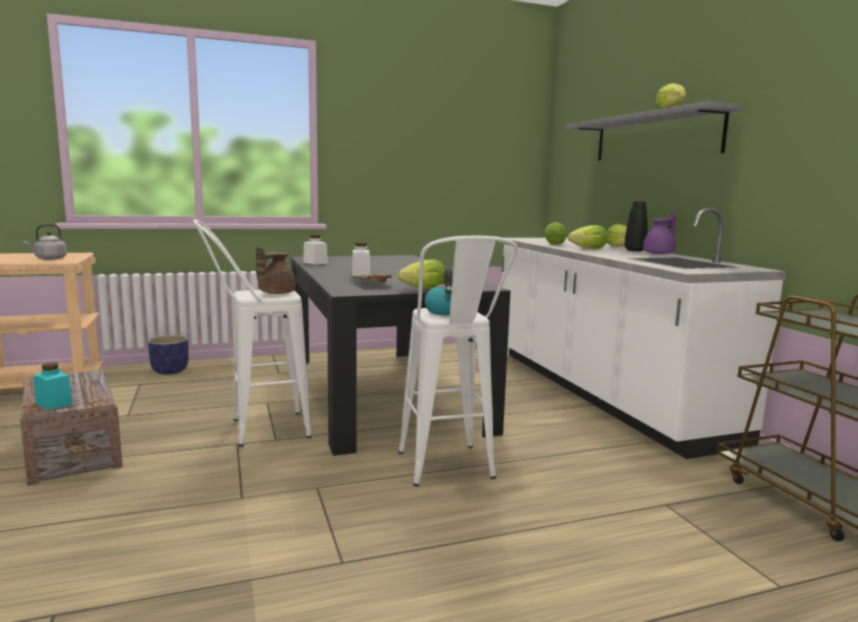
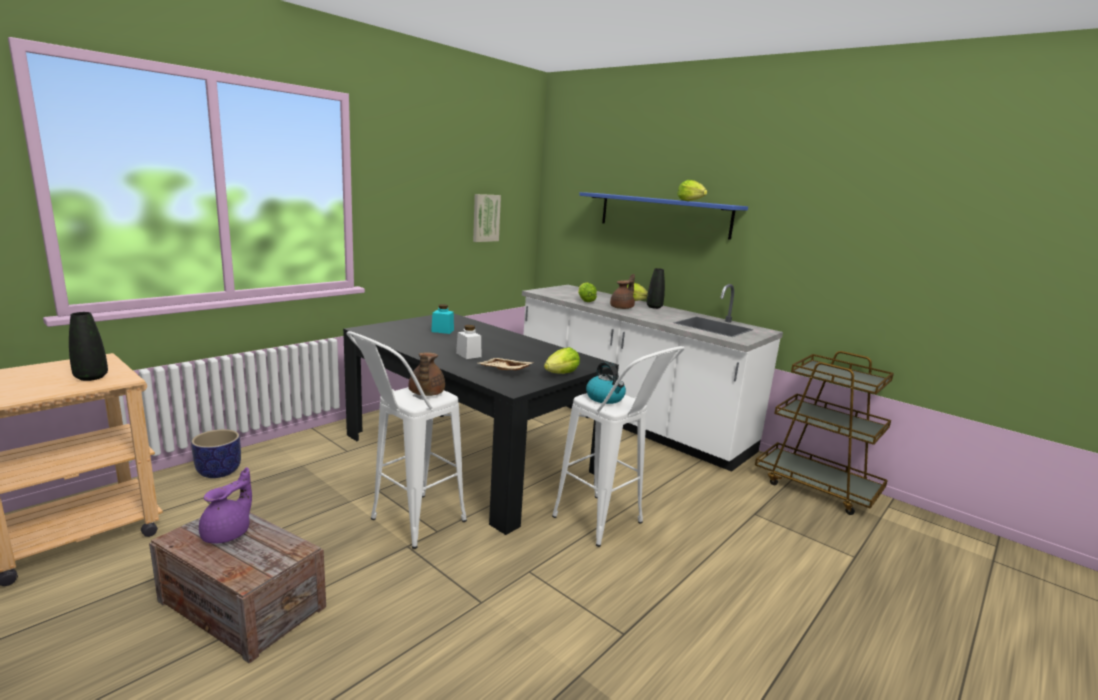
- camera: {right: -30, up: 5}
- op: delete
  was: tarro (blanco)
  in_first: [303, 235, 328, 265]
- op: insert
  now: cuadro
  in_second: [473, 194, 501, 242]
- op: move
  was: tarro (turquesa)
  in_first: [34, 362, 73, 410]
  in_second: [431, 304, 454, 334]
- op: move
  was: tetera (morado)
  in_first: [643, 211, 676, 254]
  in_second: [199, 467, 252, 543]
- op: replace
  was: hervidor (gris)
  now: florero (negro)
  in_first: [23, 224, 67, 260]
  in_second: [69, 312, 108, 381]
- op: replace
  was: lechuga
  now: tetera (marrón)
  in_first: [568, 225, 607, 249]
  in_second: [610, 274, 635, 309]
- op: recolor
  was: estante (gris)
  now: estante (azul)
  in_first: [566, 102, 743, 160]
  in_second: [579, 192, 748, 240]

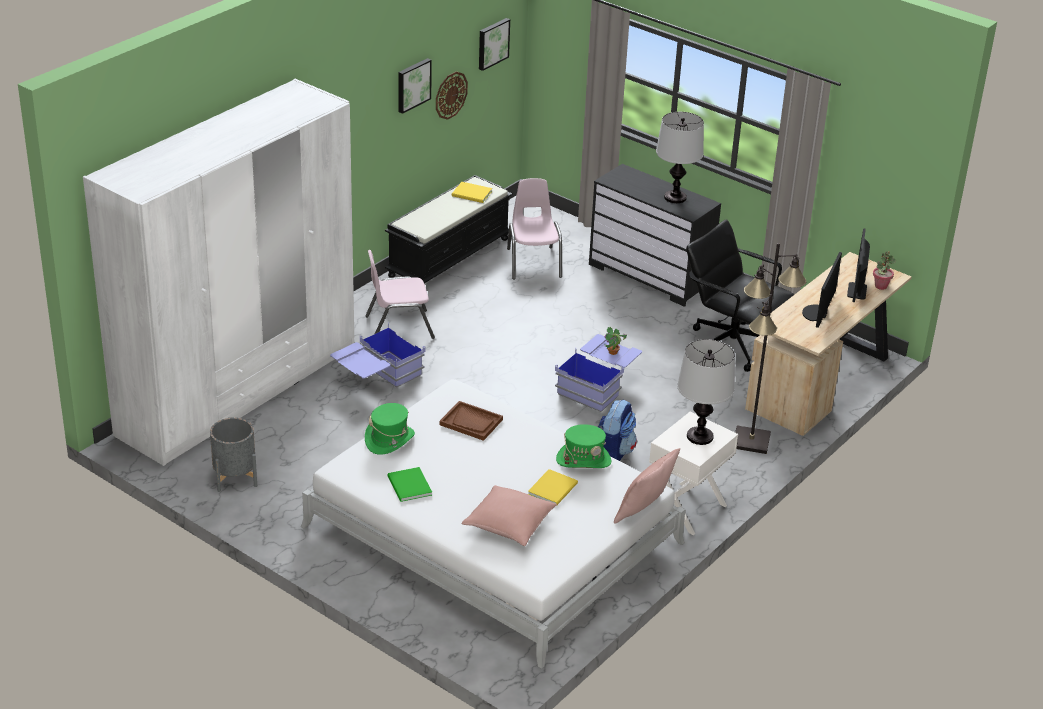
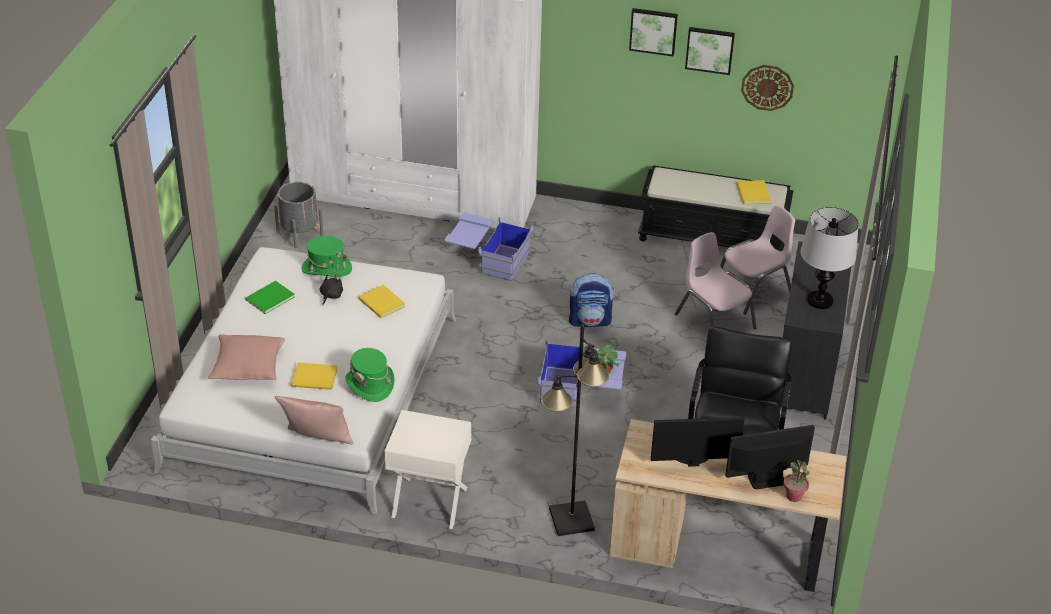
- camera: {right: 65, up: 5}
- op: delete
  was: lámpara de mesa
  in_first: [677, 339, 735, 445]
- op: insert
  now: peluche (negro)
  in_second: [320, 275, 343, 305]
- op: move
  was: silla (rosa)
  in_first: [366, 250, 435, 339]
  in_second: [675, 232, 757, 329]
- op: move
  was: cuadro
  in_first: [479, 18, 510, 71]
  in_second: [629, 8, 678, 56]
- op: move
  was: mochila
  in_first: [598, 400, 637, 461]
  in_second: [569, 273, 614, 327]
- op: replace
  was: bandeja (marrón)
  now: libro (amarillo)
  in_first: [439, 401, 503, 441]
  in_second: [358, 285, 406, 318]

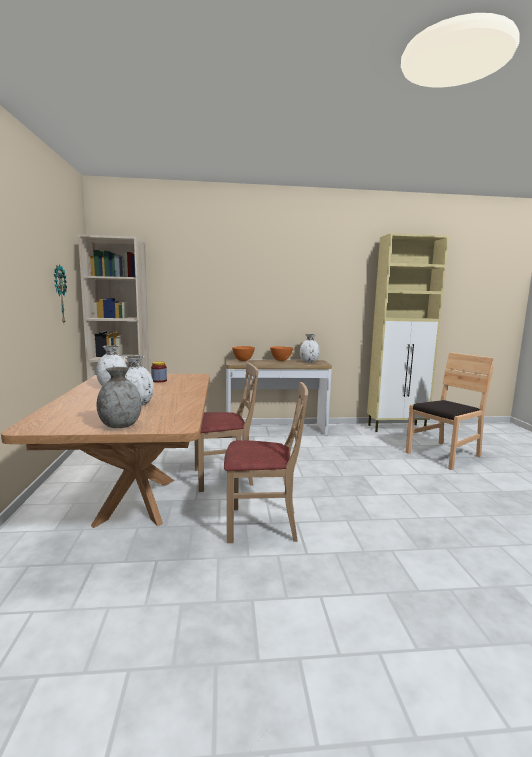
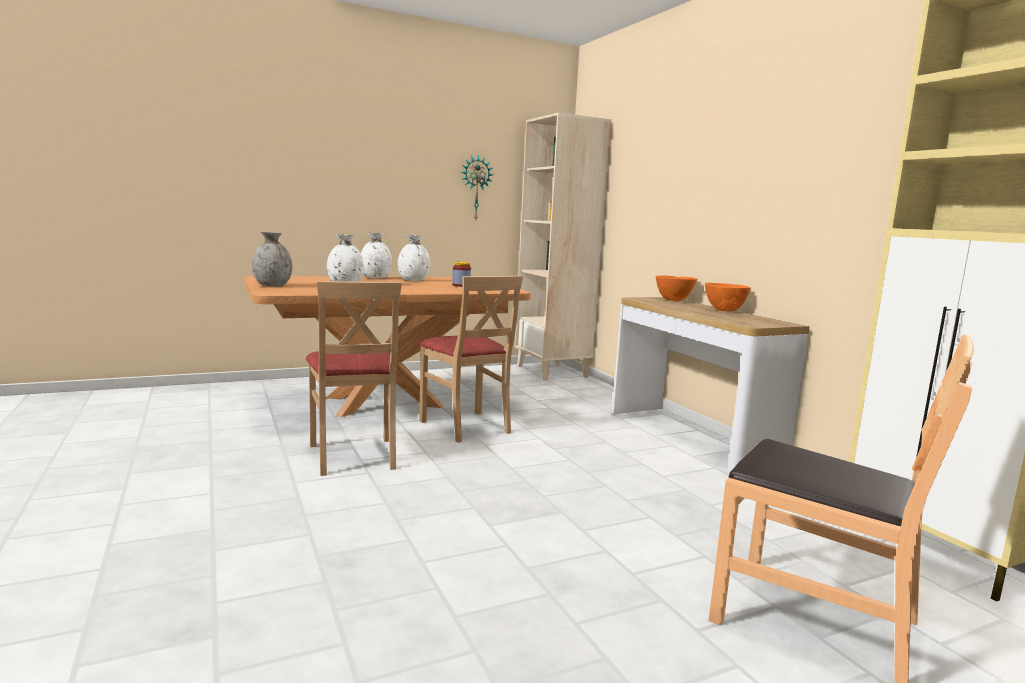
- camera: {right: 70, up: 0}
- op: move
  was: florero (blanco)
  in_first: [300, 334, 320, 363]
  in_second: [361, 233, 392, 279]

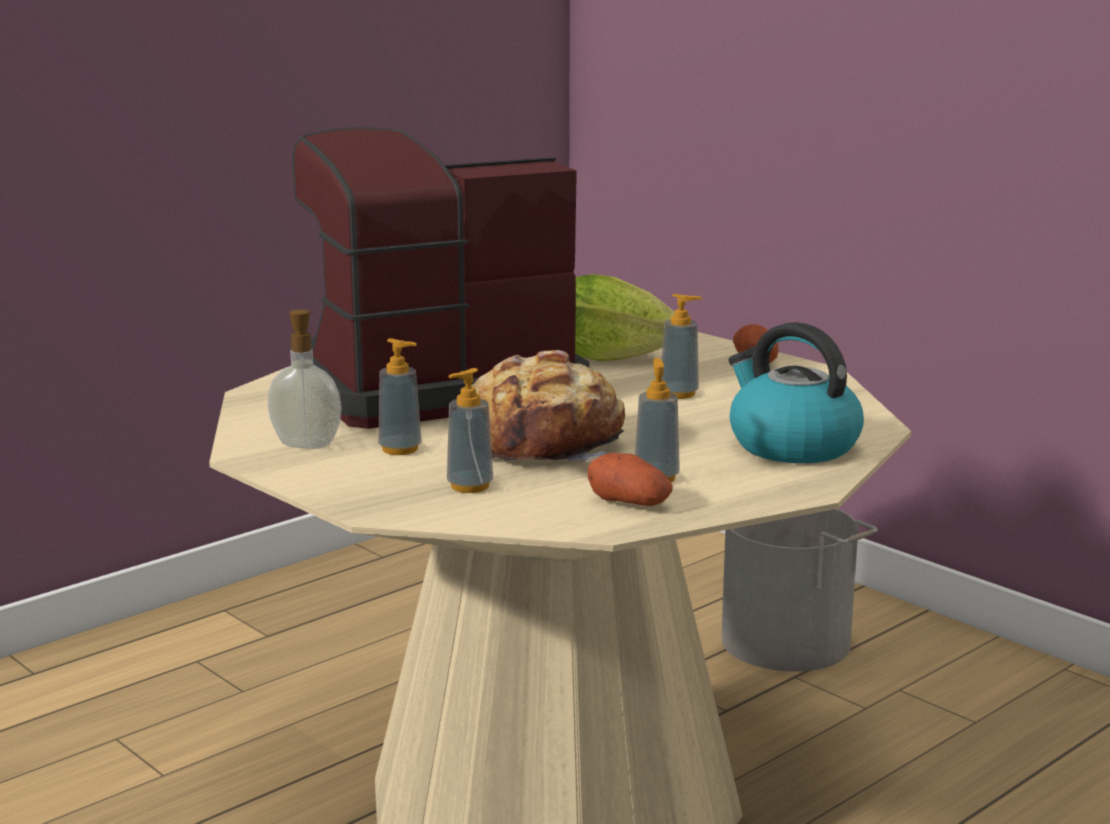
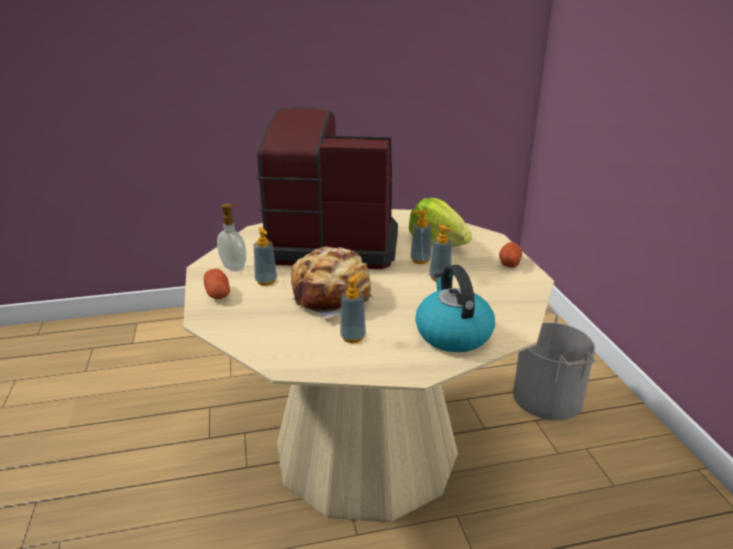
- camera: {right: 30, up: 10}
- op: move
  was: dispensador de jabón
  in_first: [447, 368, 493, 493]
  in_second: [411, 210, 431, 264]
- op: move
  was: patata
  in_first: [588, 453, 673, 506]
  in_second: [204, 269, 230, 299]

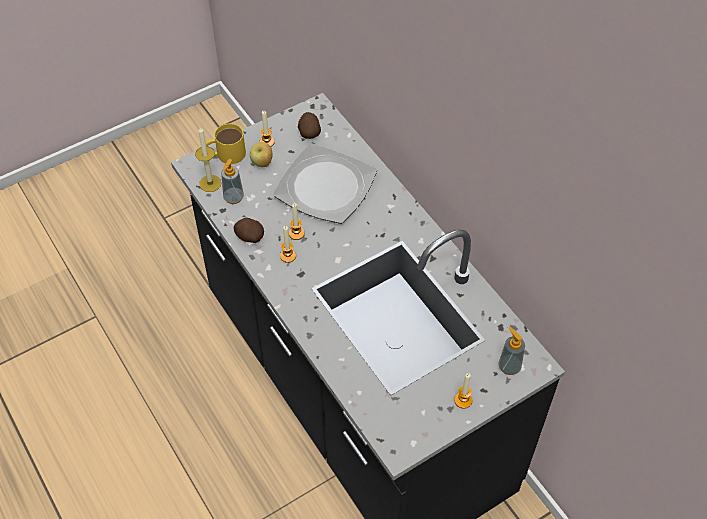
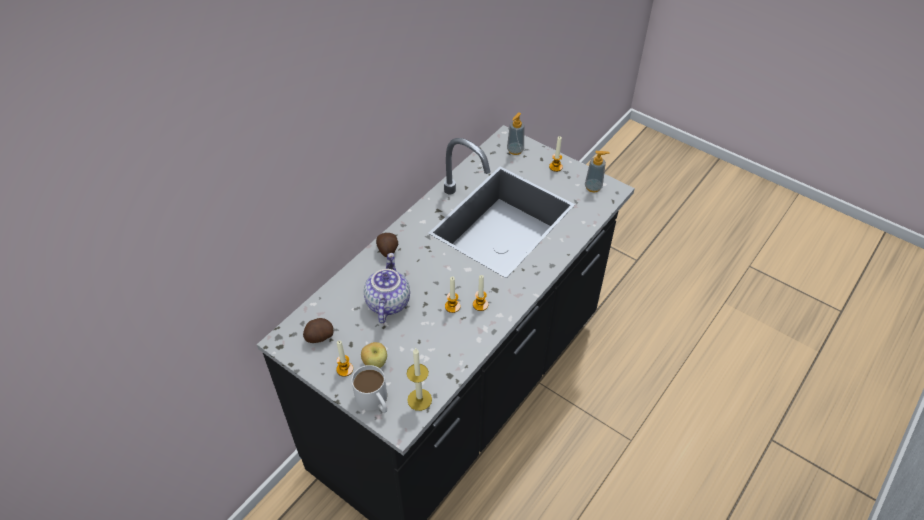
- camera: {right: -110, up: -5}
- op: move
  was: dispensador de jabón
  in_first: [221, 159, 244, 204]
  in_second: [585, 151, 610, 192]
- op: move
  was: patata
  in_first: [234, 218, 264, 243]
  in_second: [376, 233, 398, 257]
- op: replace
  was: plato
  now: tetera
  in_first: [273, 143, 377, 224]
  in_second: [364, 253, 410, 323]
- op: recolor
  was: taza grande (amarillo)
  now: taza grande (blanco)
  in_first: [206, 124, 246, 164]
  in_second: [352, 365, 387, 413]

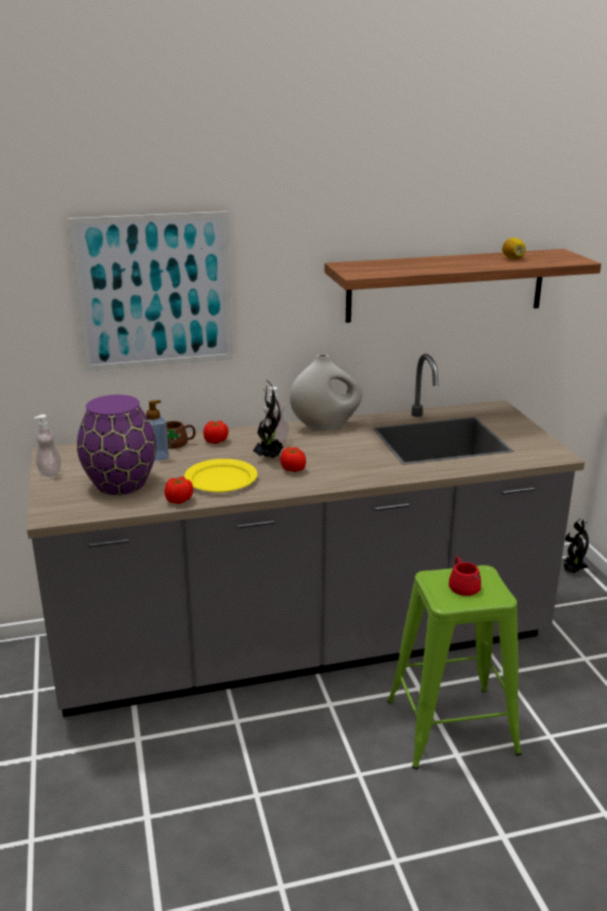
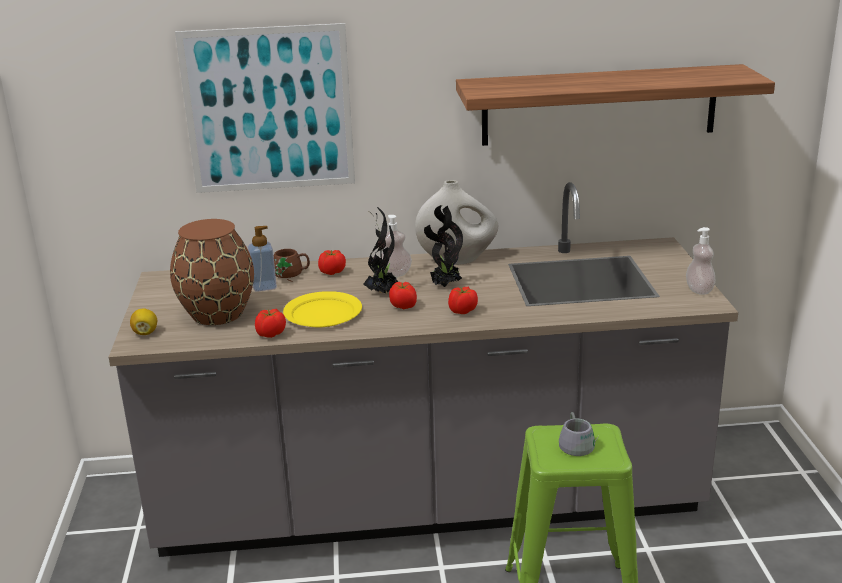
- camera: {right: 10, up: 0}
- op: insert
  now: tomate
  in_second: [448, 287, 478, 314]
- op: move
  was: dispensador de jabón
  in_first: [34, 414, 61, 477]
  in_second: [686, 227, 716, 295]
- op: move
  was: limón
  in_first: [502, 238, 526, 259]
  in_second: [130, 308, 157, 335]
- op: move
  was: planta en maceta
  in_first: [563, 518, 589, 574]
  in_second: [424, 205, 463, 287]
- op: recolor
  was: florero (morado)
  now: florero (marrón)
  in_first: [77, 395, 156, 495]
  in_second: [170, 219, 254, 325]
- op: recolor
  was: taza grande (rojo)
  now: taza grande (gris)
  in_first: [449, 557, 481, 596]
  in_second: [559, 412, 599, 456]

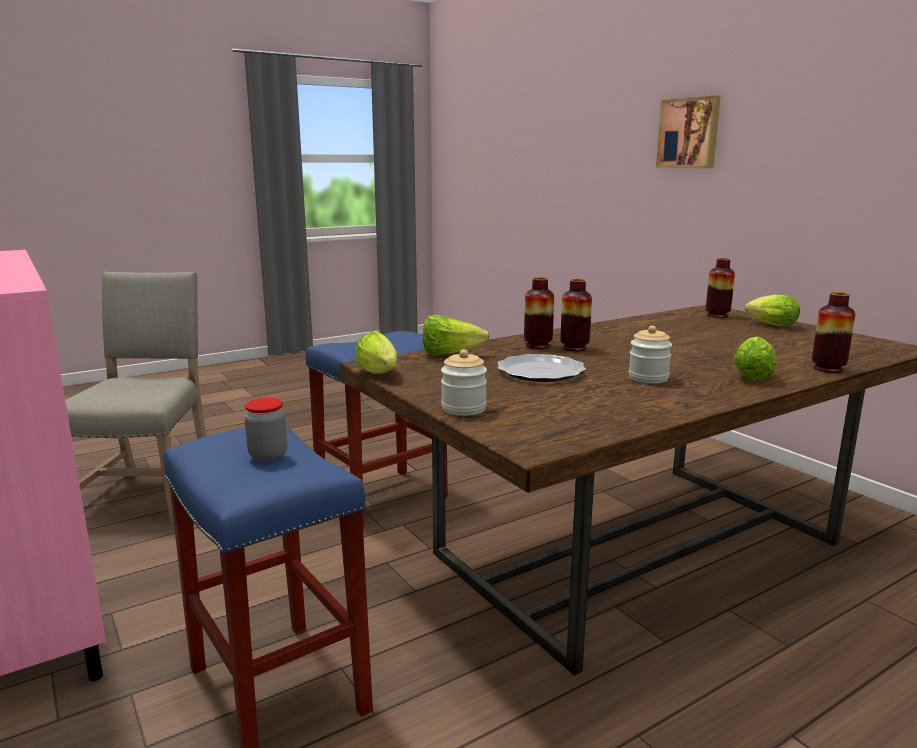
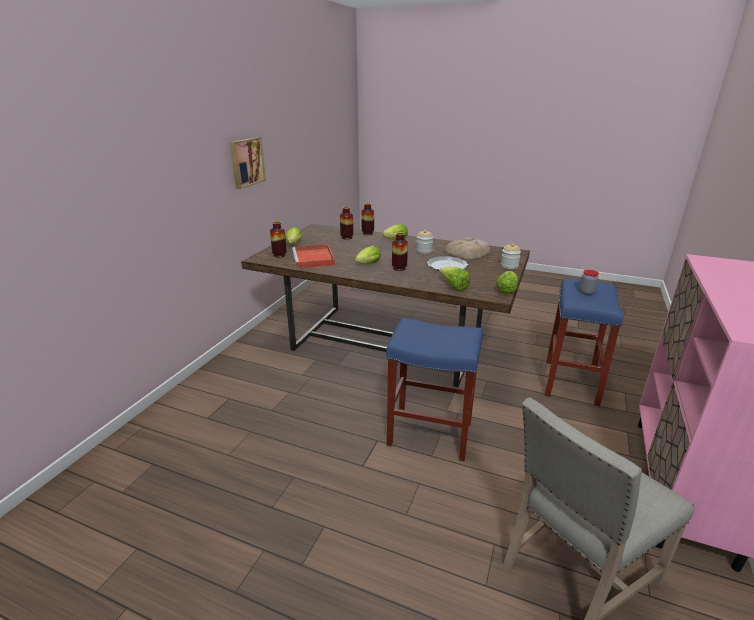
- camera: {right: -125, up: 10}
- op: insert
  now: bandeja (rojo)
  in_second: [292, 244, 335, 268]
- op: insert
  now: lechuga
  in_second: [355, 246, 381, 264]
- op: insert
  now: pan
  in_second: [445, 237, 490, 260]
- op: move
  was: florero
  in_first: [524, 277, 554, 349]
  in_second: [340, 207, 353, 240]
- op: move
  was: cuadro
  in_first: [656, 96, 721, 168]
  in_second: [230, 137, 266, 189]

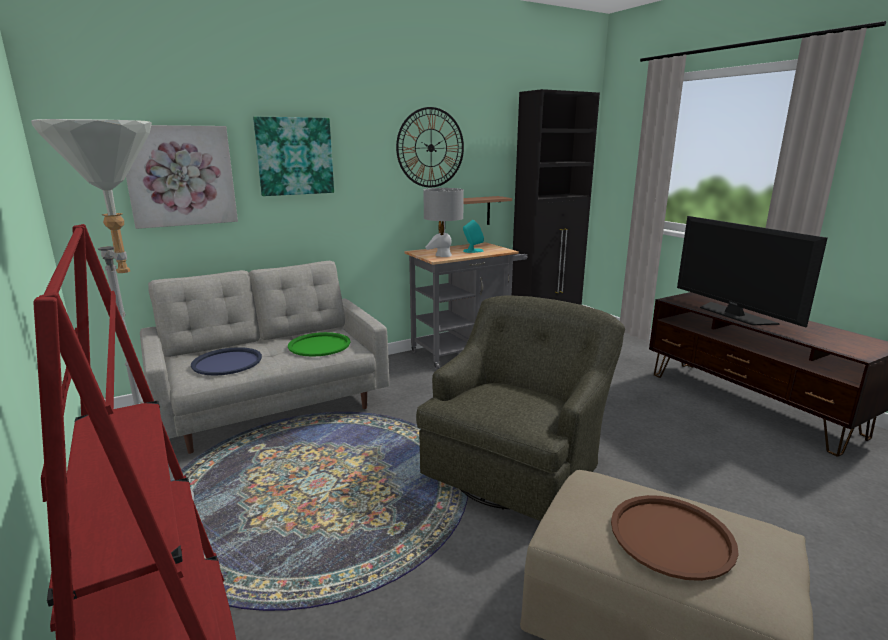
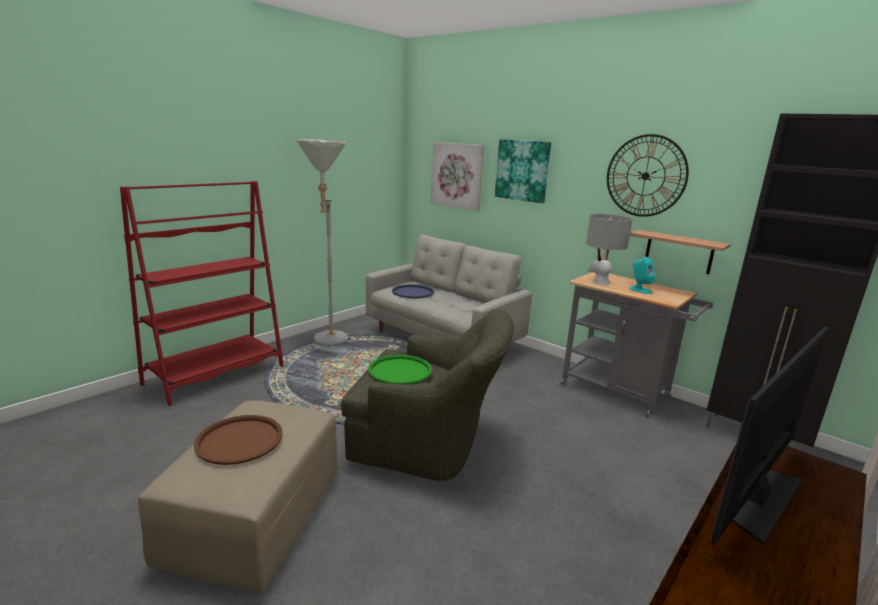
- camera: {right: 70, up: 0}
- op: move
  was: bandeja (verde)
  in_first: [288, 332, 350, 357]
  in_second: [368, 355, 432, 385]

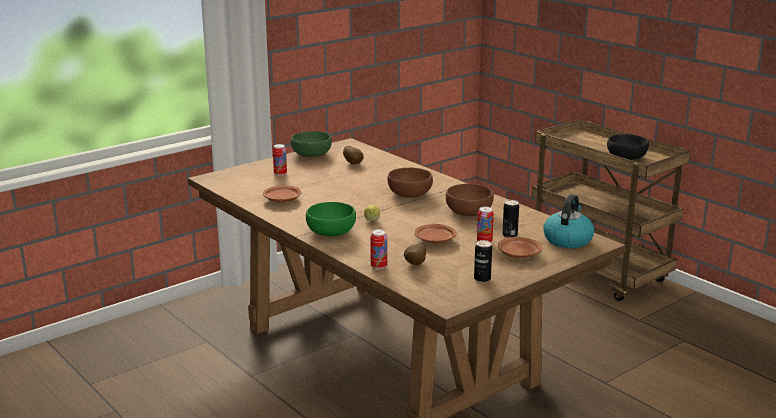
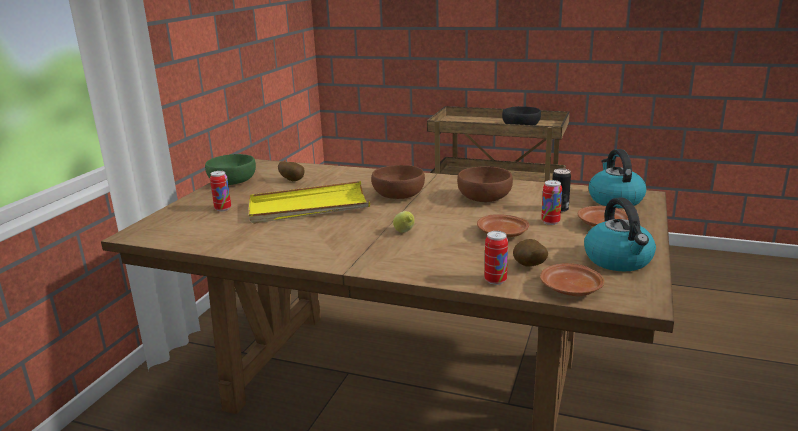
- camera: {right: -30, up: 0}
- op: delete
  was: cuenco (verde)
  in_first: [306, 202, 356, 236]
- op: insert
  now: bandeja (amarillo)
  in_second: [249, 181, 370, 224]
- op: move
  was: plato (marrón)
  in_first: [263, 186, 301, 203]
  in_second: [540, 263, 604, 296]
- op: replace
  was: lata
  now: hervidor
  in_first: [474, 240, 492, 282]
  in_second: [584, 197, 656, 271]

